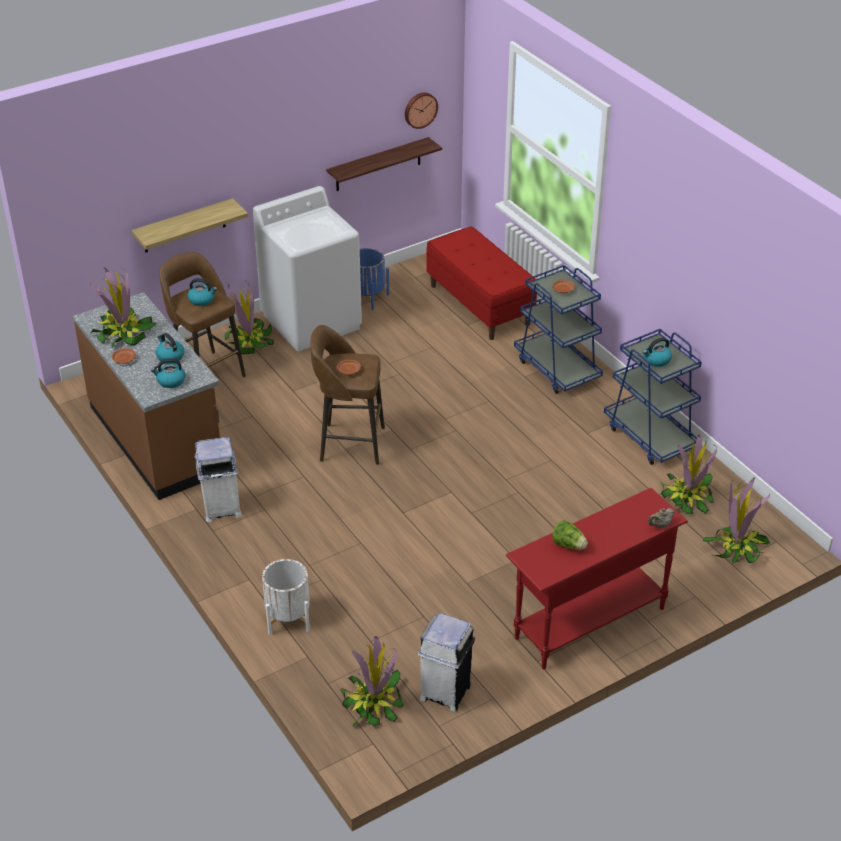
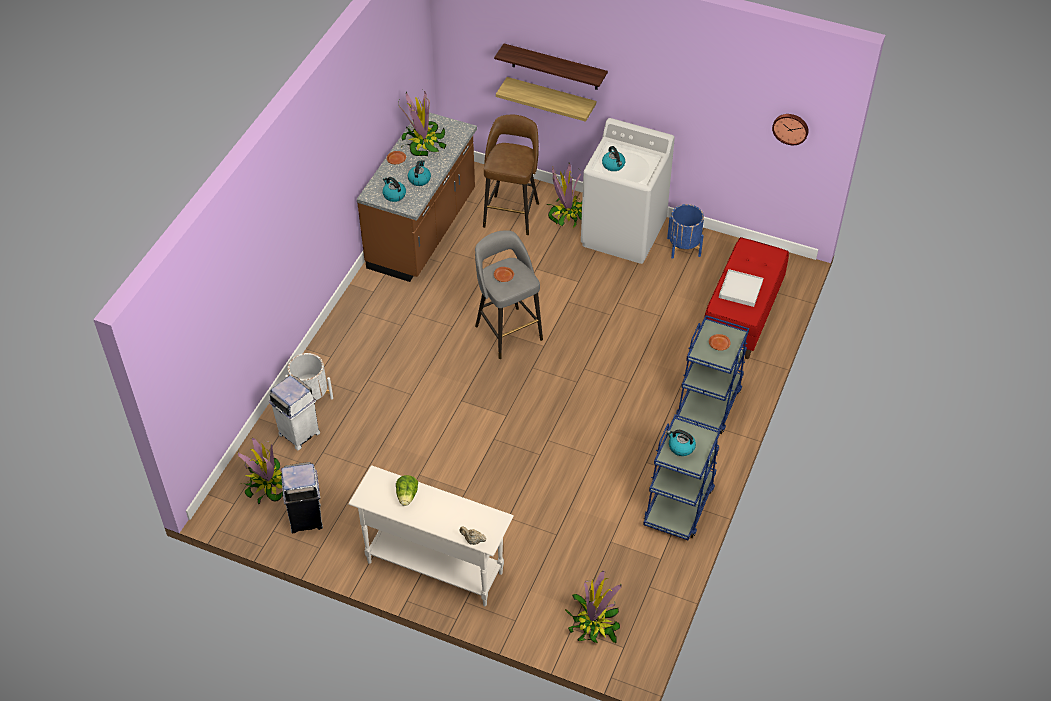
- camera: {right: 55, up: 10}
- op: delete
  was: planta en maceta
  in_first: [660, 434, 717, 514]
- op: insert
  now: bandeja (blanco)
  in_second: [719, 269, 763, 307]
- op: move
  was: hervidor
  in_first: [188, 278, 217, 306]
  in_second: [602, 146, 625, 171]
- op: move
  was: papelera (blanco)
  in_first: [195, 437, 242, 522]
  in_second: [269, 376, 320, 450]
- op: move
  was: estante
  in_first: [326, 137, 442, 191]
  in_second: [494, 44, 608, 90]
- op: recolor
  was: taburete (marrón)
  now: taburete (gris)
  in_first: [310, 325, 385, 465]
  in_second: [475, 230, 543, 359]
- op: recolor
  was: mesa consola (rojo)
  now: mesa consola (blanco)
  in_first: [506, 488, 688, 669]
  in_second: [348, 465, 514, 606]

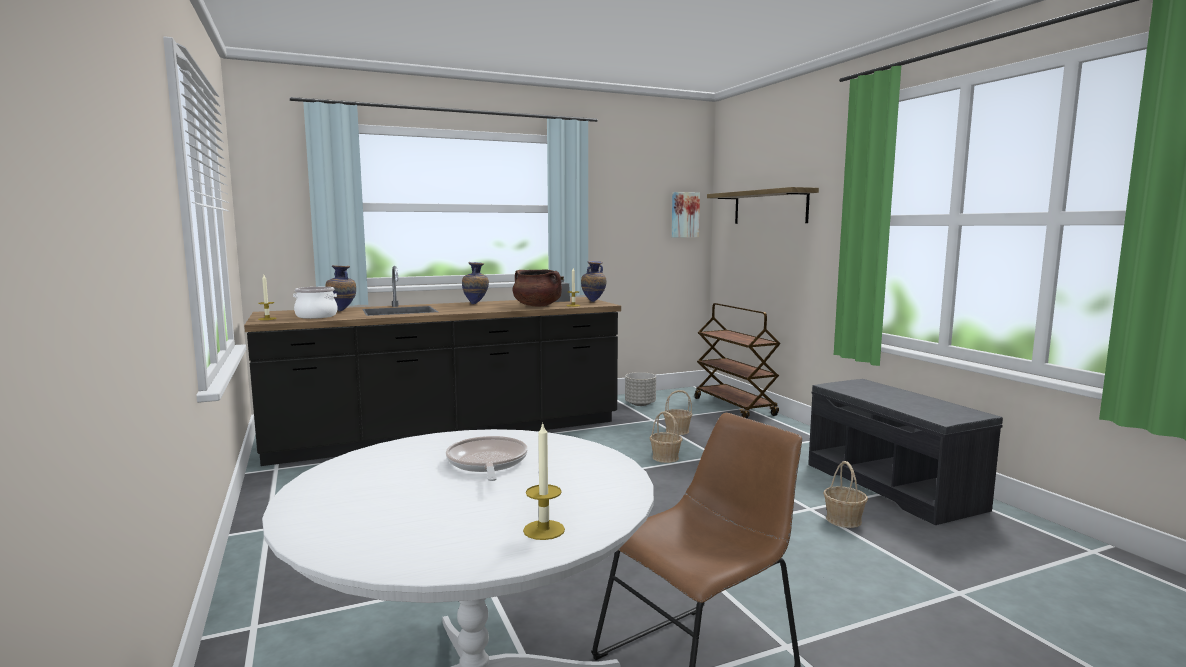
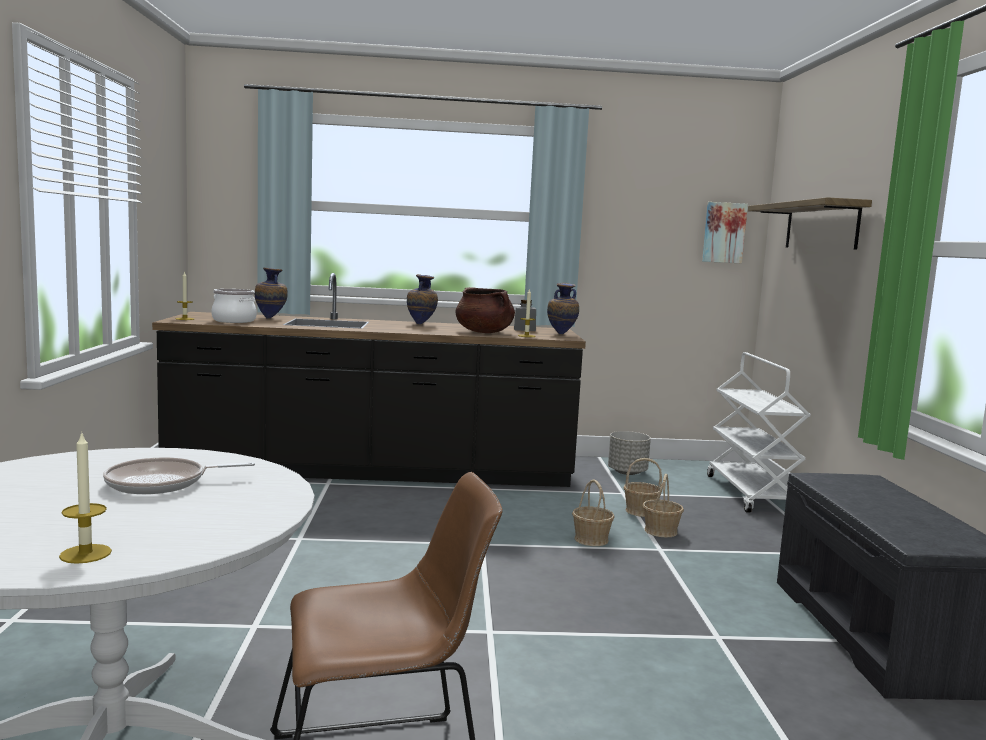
- camera: {right: 20, up: 0}
- op: move
  was: cesta
  in_first: [823, 461, 868, 528]
  in_second: [643, 474, 684, 538]
- op: recolor
  was: carrito (marrón)
  now: carrito (blanco)
  in_first: [694, 303, 781, 419]
  in_second: [707, 352, 811, 513]
- op: rotate
  was: sartén
  in_first: [446, 436, 528, 481]
  in_second: [103, 457, 255, 494]
  clockwise: -120

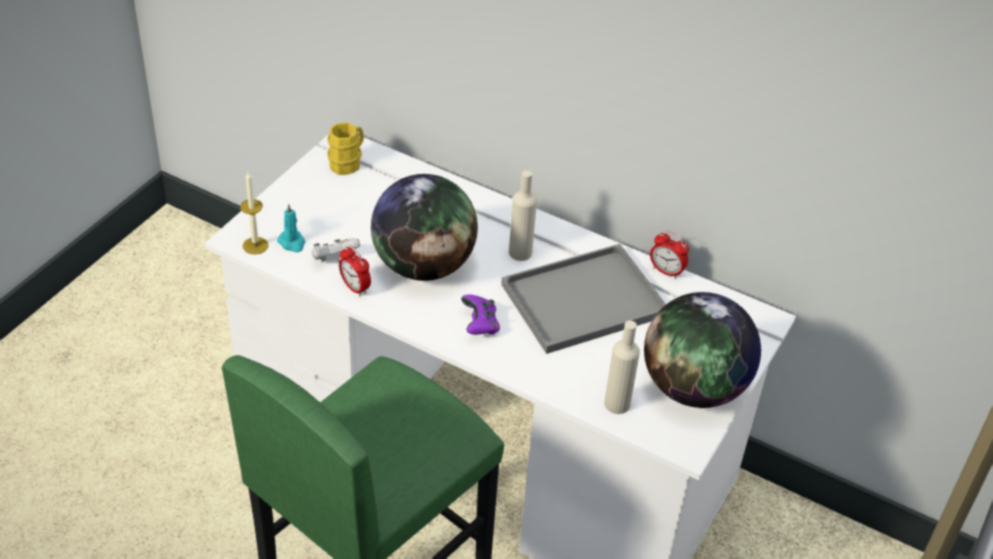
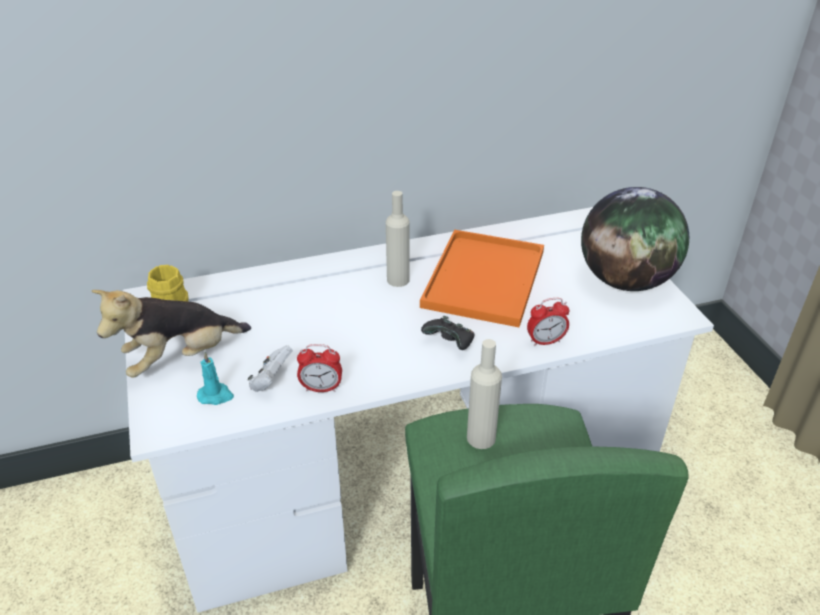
- camera: {right: -45, up: -5}
- op: delete
  was: vela
  in_first: [240, 172, 269, 255]
- op: delete
  was: globo terráqueo
  in_first: [371, 174, 478, 281]
- op: insert
  now: peluche
  in_second: [91, 290, 251, 378]
- op: move
  was: botella (beis)
  in_first: [604, 320, 640, 414]
  in_second: [467, 339, 502, 449]
- op: move
  was: despertador
  in_first: [650, 231, 689, 279]
  in_second: [527, 298, 570, 346]
- op: recolor
  was: mando de consola (morado)
  now: mando de consola (negro)
  in_first: [461, 295, 500, 335]
  in_second: [421, 316, 475, 350]
- op: recolor
  was: bandeja (gris)
  now: bandeja (naranja)
  in_first: [501, 244, 666, 354]
  in_second: [420, 230, 544, 327]

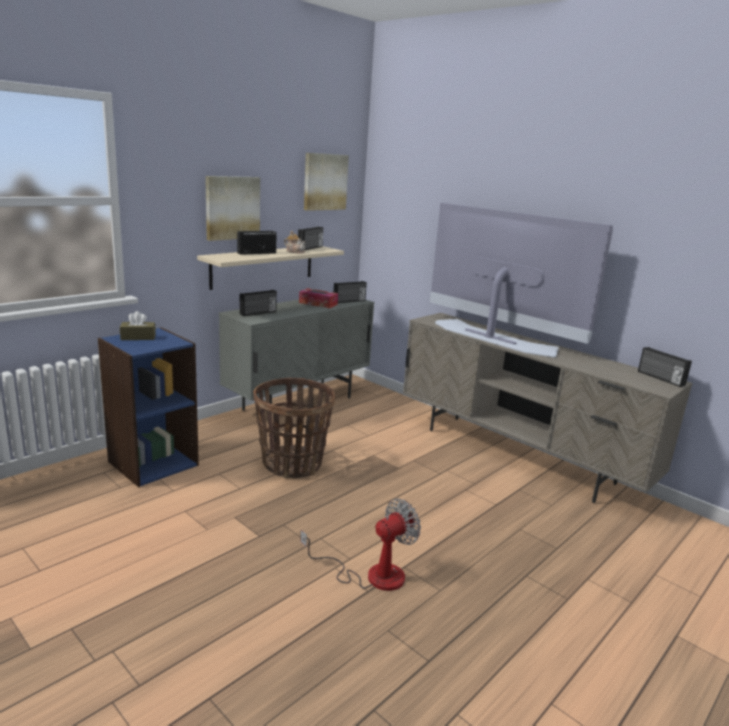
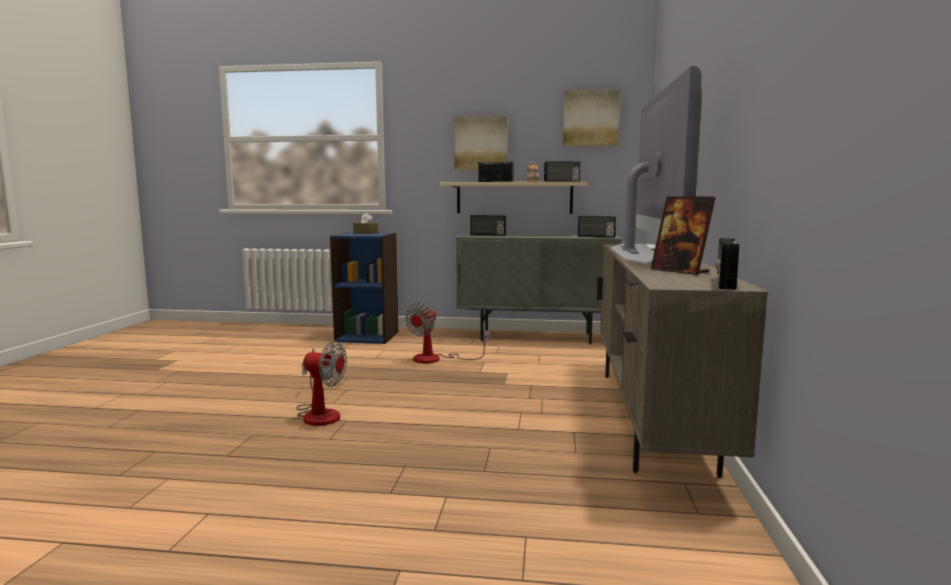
- camera: {right: 55, up: -10}
- op: delete
  was: caja de pañuelos
  in_first: [299, 288, 338, 308]
- op: insert
  now: portarretratos
  in_second: [651, 196, 715, 275]
- op: replace
  was: cesta
  now: ventilador
  in_first: [253, 378, 335, 479]
  in_second: [405, 303, 490, 363]

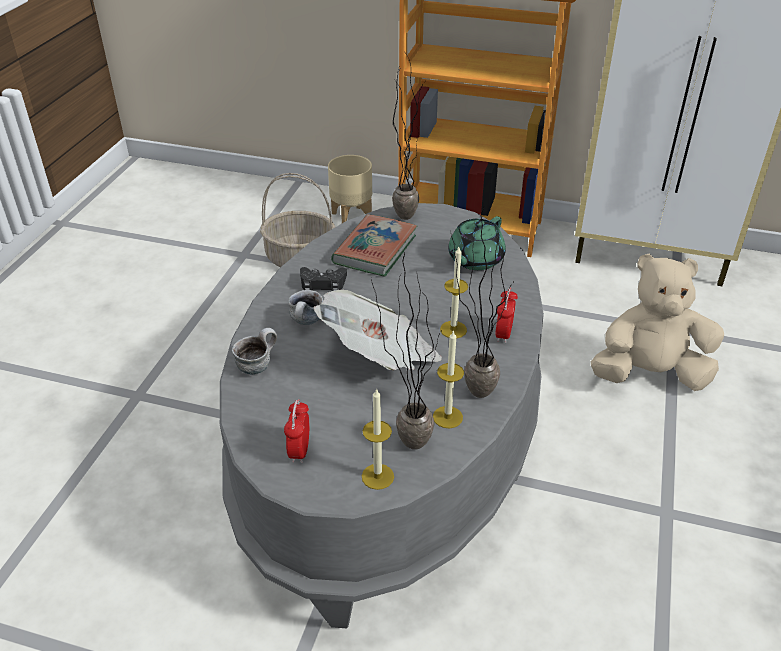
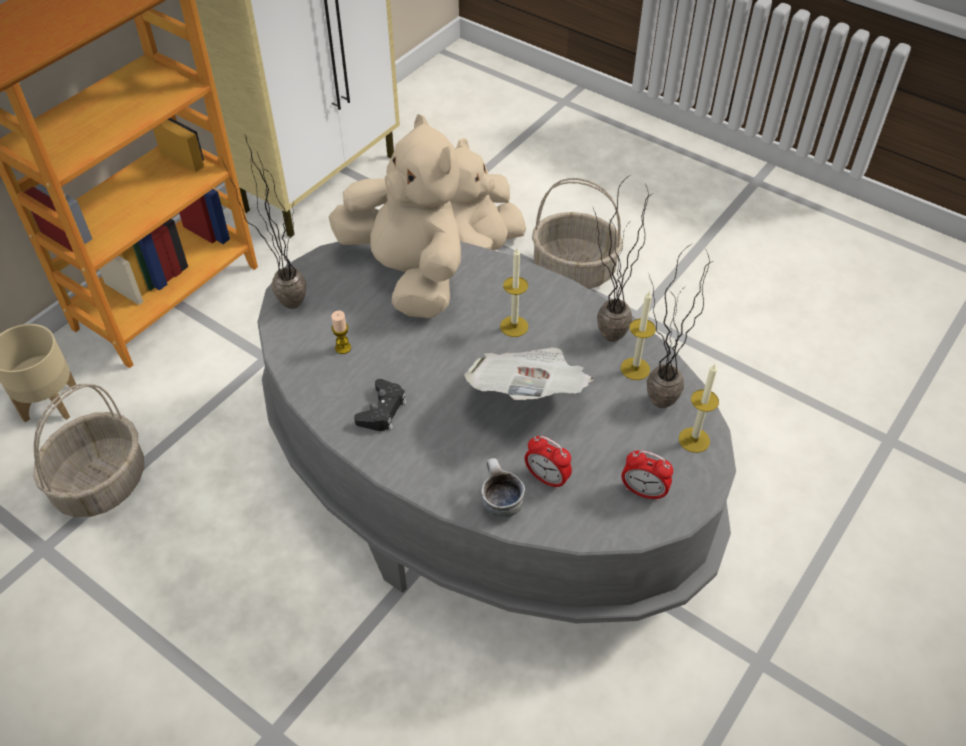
- camera: {right: -70, up: 10}
- op: delete
  was: taza grande
  in_first: [289, 290, 323, 325]
- op: insert
  now: cesta
  in_second: [532, 178, 622, 289]
- op: move
  was: despertador
  in_first: [496, 287, 518, 343]
  in_second: [525, 436, 572, 490]
- op: replace
  was: libro
  now: vela
  in_first: [331, 214, 417, 276]
  in_second: [331, 310, 351, 354]
- op: replace
  was: tetera (verde)
  now: peluche (beis)
  in_first: [448, 216, 506, 270]
  in_second: [329, 114, 461, 318]

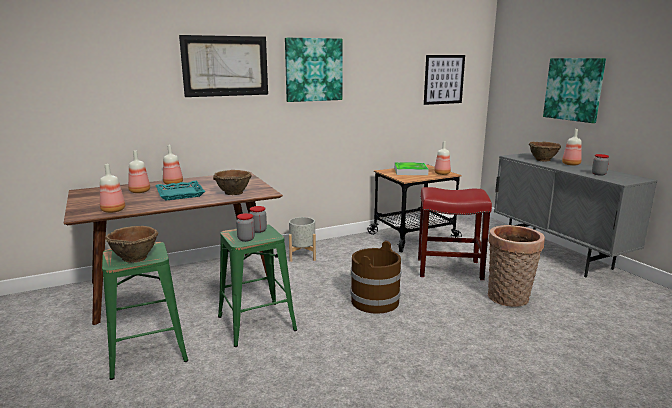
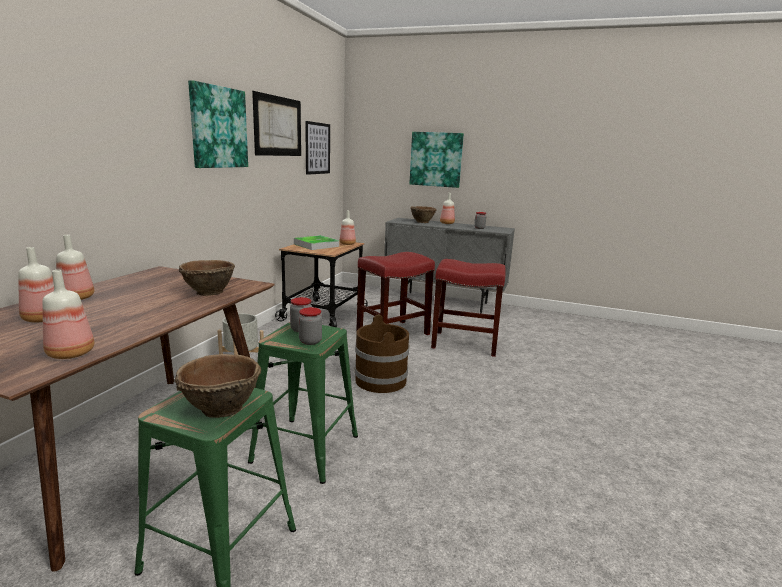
- camera: {right: -45, up: 0}
- op: delete
  was: bandeja (turquesa)
  in_first: [155, 181, 205, 201]
- op: move
  was: cuadro
  in_first: [179, 35, 268, 97]
  in_second: [252, 91, 301, 156]
- op: replace
  was: cesta
  now: taburete (rojo)
  in_first: [488, 225, 545, 307]
  in_second: [431, 259, 506, 357]

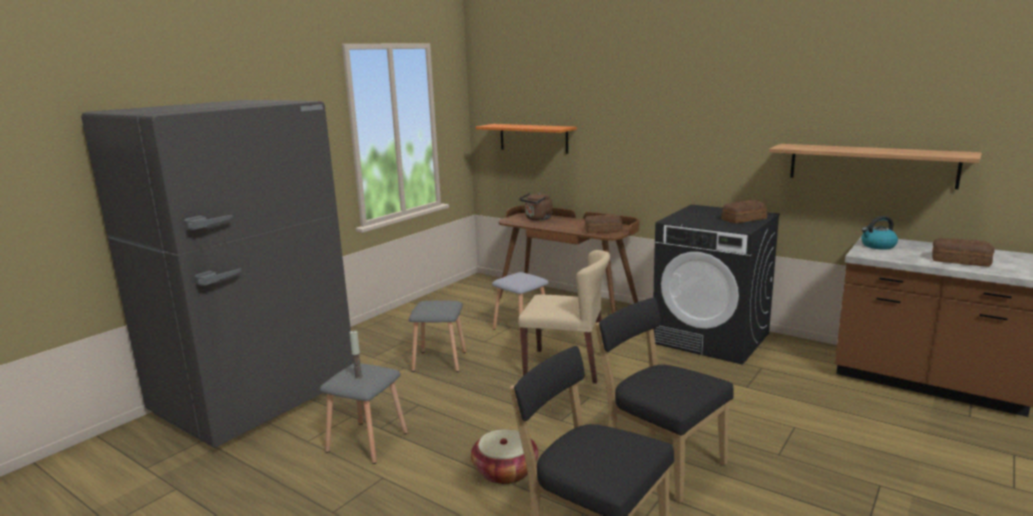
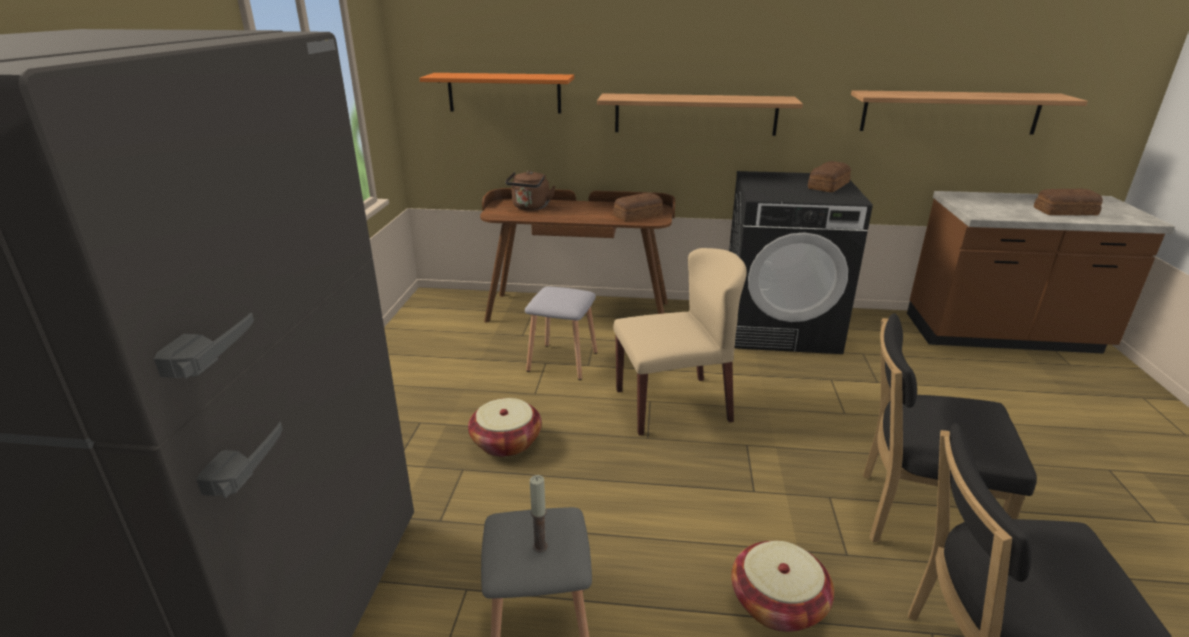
- camera: {right: -30, up: 10}
- op: delete
  was: hervidor
  in_first: [861, 216, 898, 250]
- op: insert
  now: estante
  in_second: [597, 93, 803, 136]
- op: replace
  was: taburete (gris)
  now: cesta
  in_first: [409, 300, 466, 372]
  in_second: [468, 398, 542, 457]

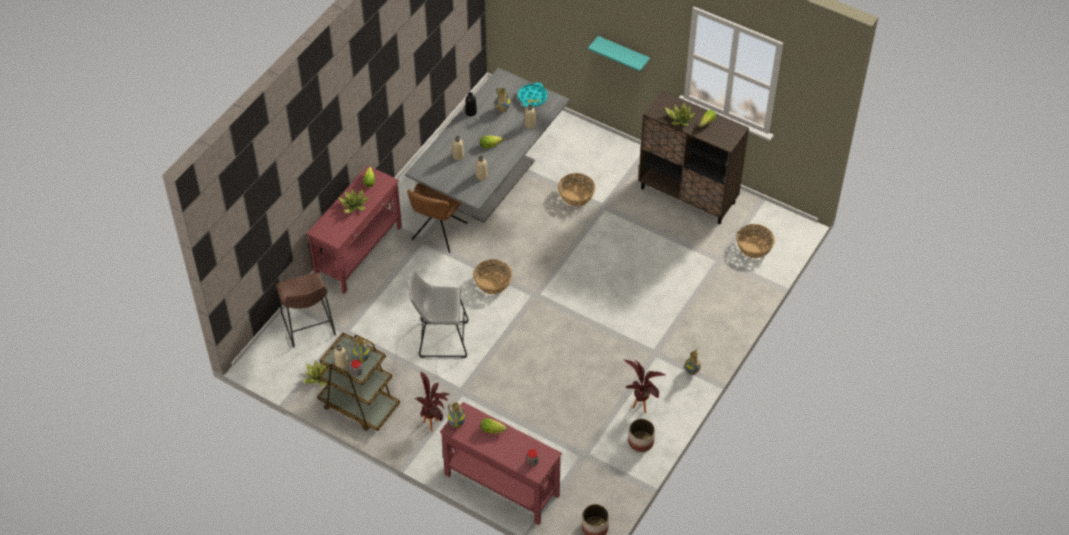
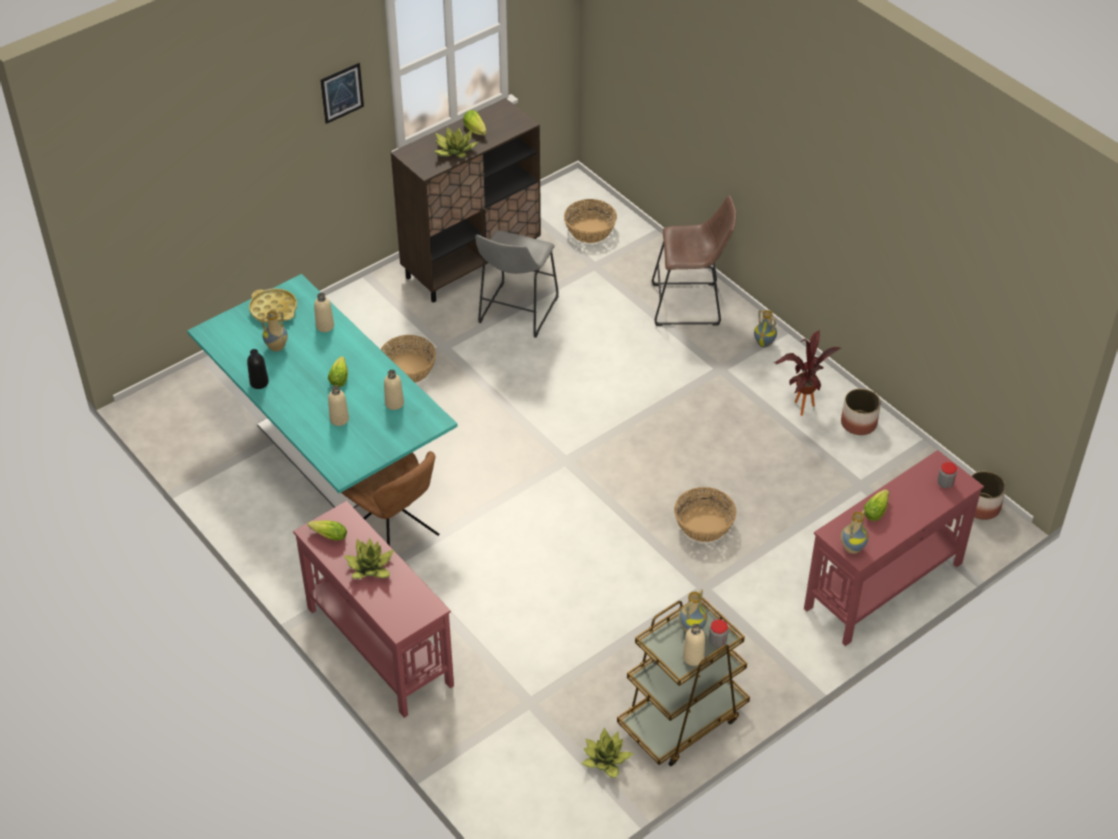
- camera: {right: -70, up: -5}
- op: delete
  was: planta en maceta
  in_first: [414, 372, 450, 432]
- op: delete
  was: estante (turquesa)
  in_first: [588, 36, 650, 71]
- op: insert
  now: cuadro
  in_second: [320, 63, 364, 124]
- op: move
  was: taburete (marrón)
  in_first: [276, 272, 336, 348]
  in_second: [652, 195, 737, 326]
- op: move
  was: taburete (gris)
  in_first: [408, 270, 469, 358]
  in_second: [475, 230, 559, 338]
- op: move
  was: cesta
  in_first: [473, 259, 512, 294]
  in_second: [674, 487, 736, 542]
- op: recolor
  was: mesa de comedor (gris)
  now: mesa de comedor (turquesa)
  in_first: [405, 68, 570, 223]
  in_second: [187, 274, 458, 508]
- op: recolor
  was: bandeja (turquesa)
  now: bandeja (amarillo)
  in_first: [518, 82, 548, 107]
  in_second: [249, 288, 297, 323]

